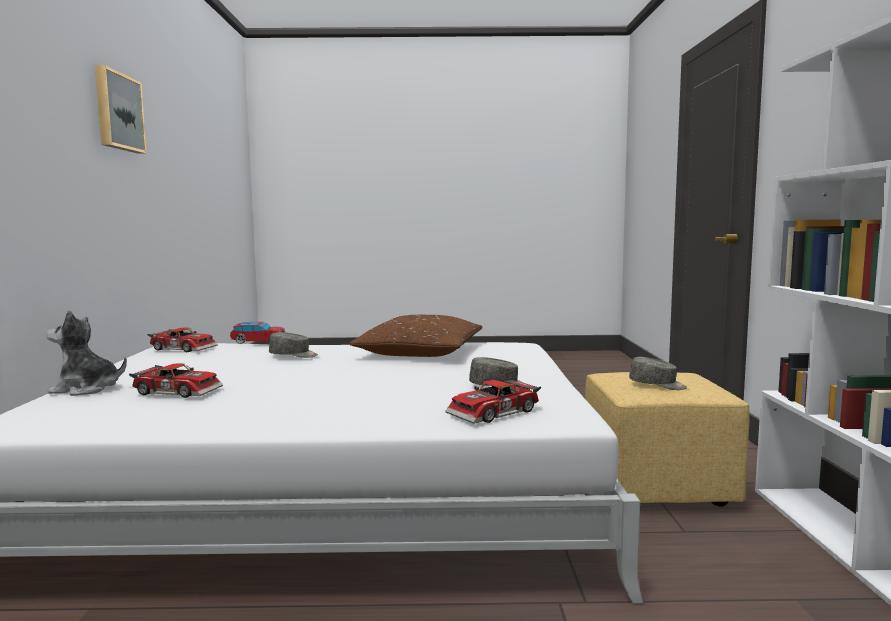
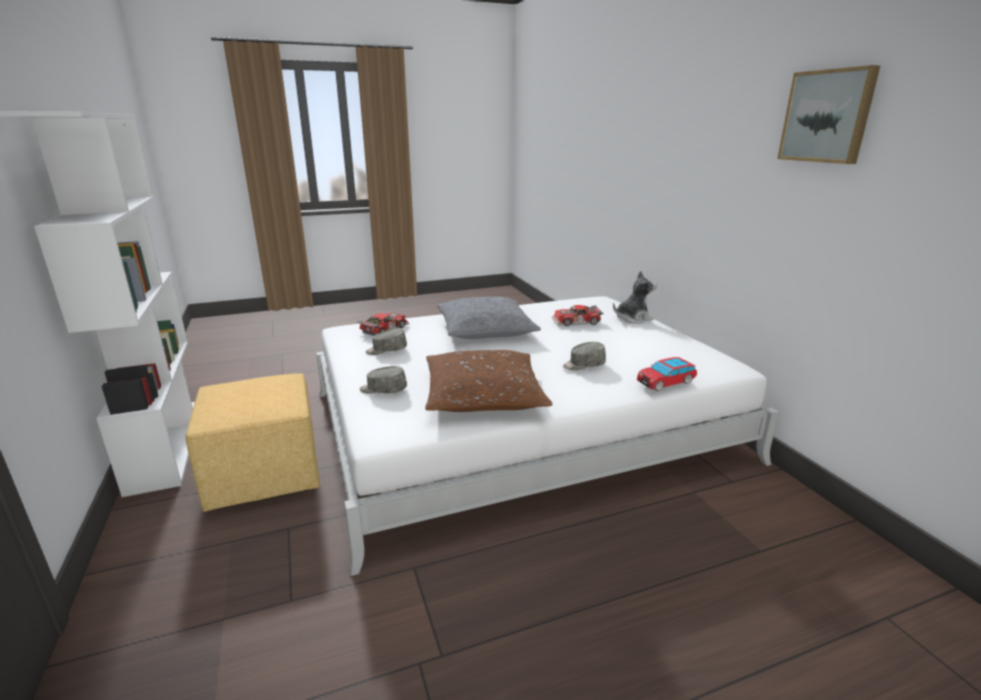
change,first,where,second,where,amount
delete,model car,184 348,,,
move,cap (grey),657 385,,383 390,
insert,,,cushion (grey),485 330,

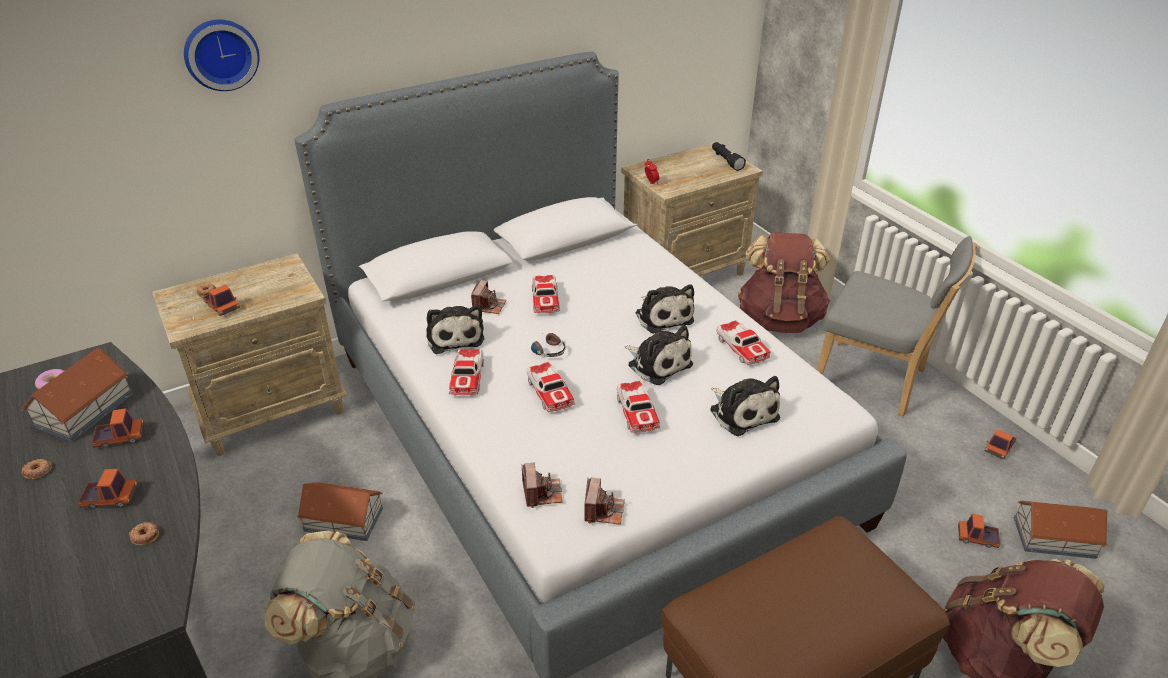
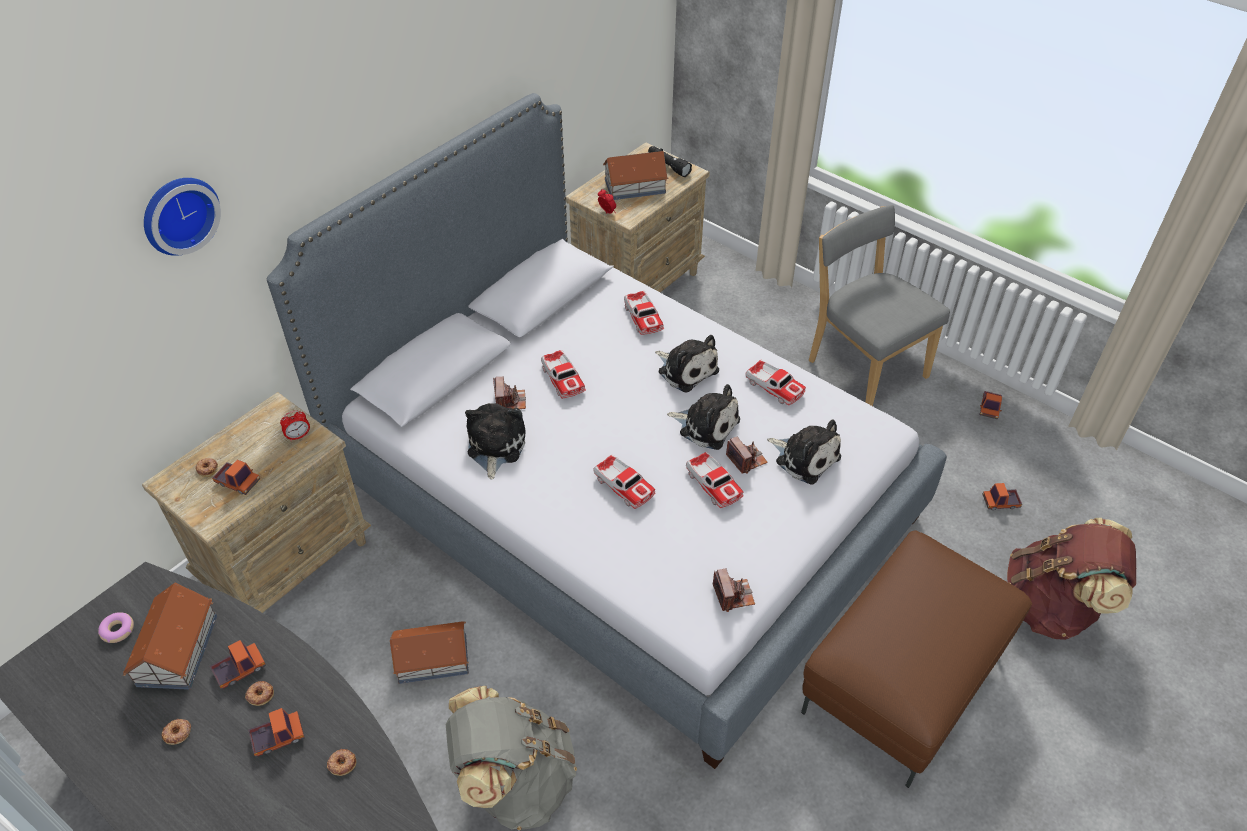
change,first,where,second,where,amount
delete,rucksack (brownish),779 319,,,
rotate,plain chair (grey),875 381,,863 366,135 degrees counterclockwise
rotate,soft toy,454 336,,495 446,135 degrees counterclockwise
delete,headset,545 349,,,
move,model car,467 377,,643 317,
move,photo camera,542 493,,746 459,
move,toy house,1053 537,,634 186,
insert,,,alarm clock,298 436,
insert,,,doughnut,260 694,

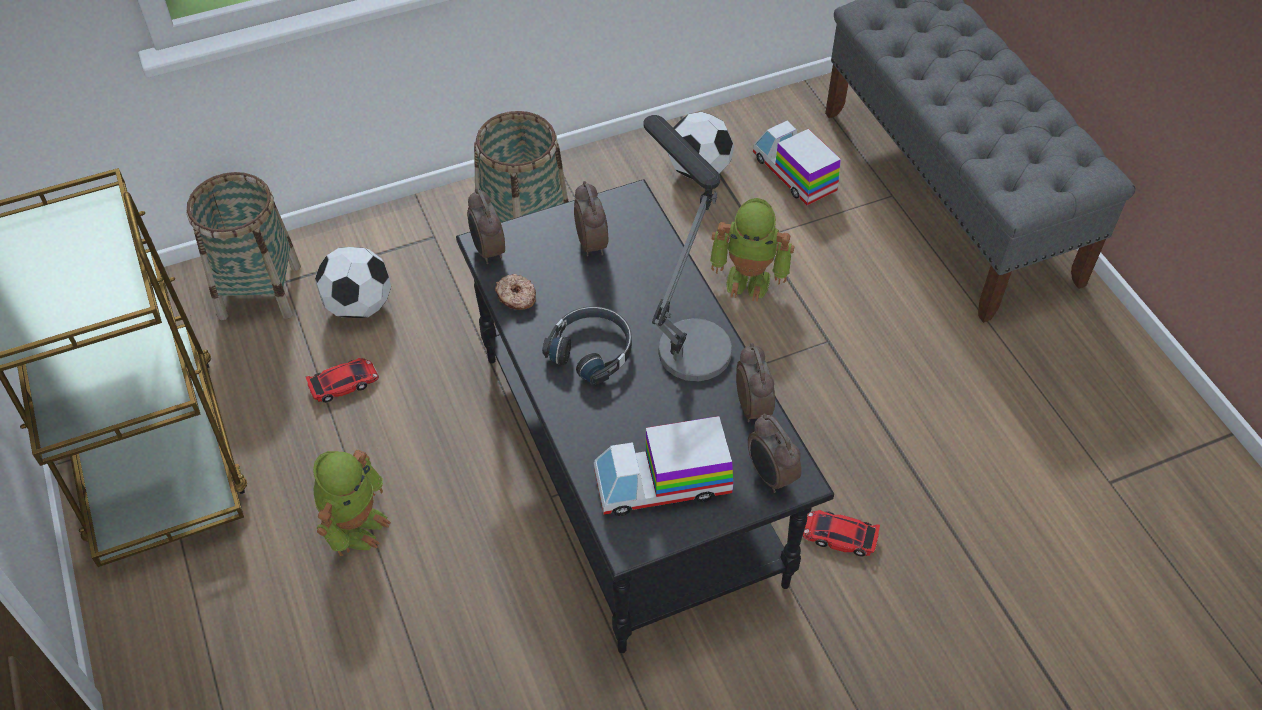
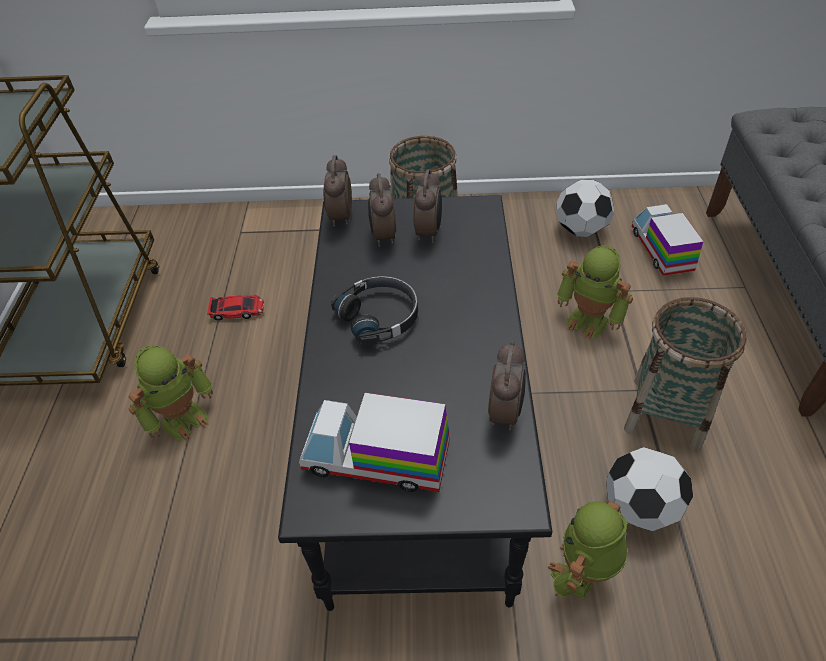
change,first,where,second,where,amount
delete,lamp for a table,685 335,,,
move,storage basket,260 291,,666 414,
move,ball for football,359 306,,640 508,
delete,doughnut,516 297,,,
move,alarm clock,770 476,,383 236,
replace,model car,839 536,toy robot,583 573,

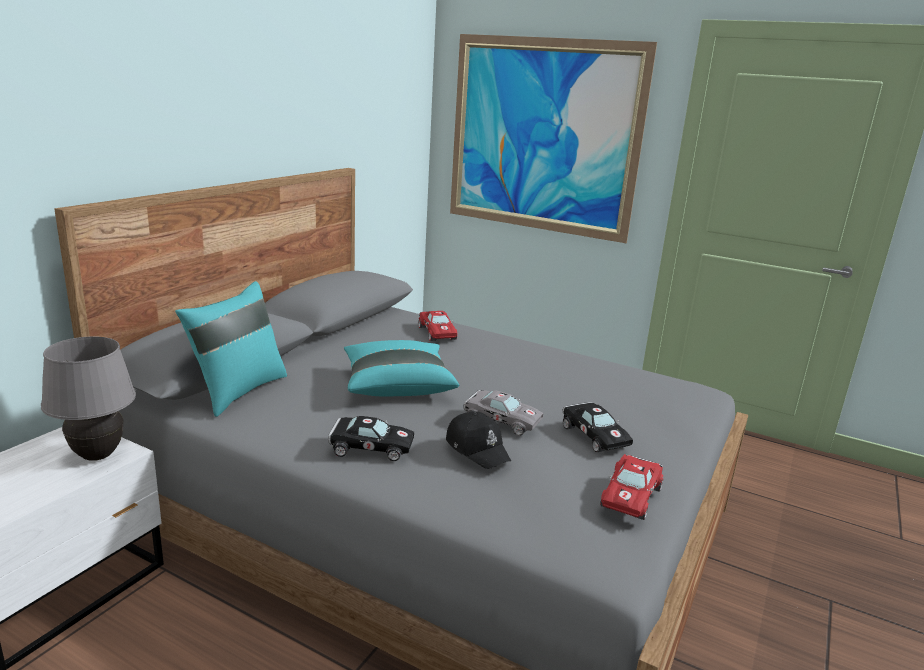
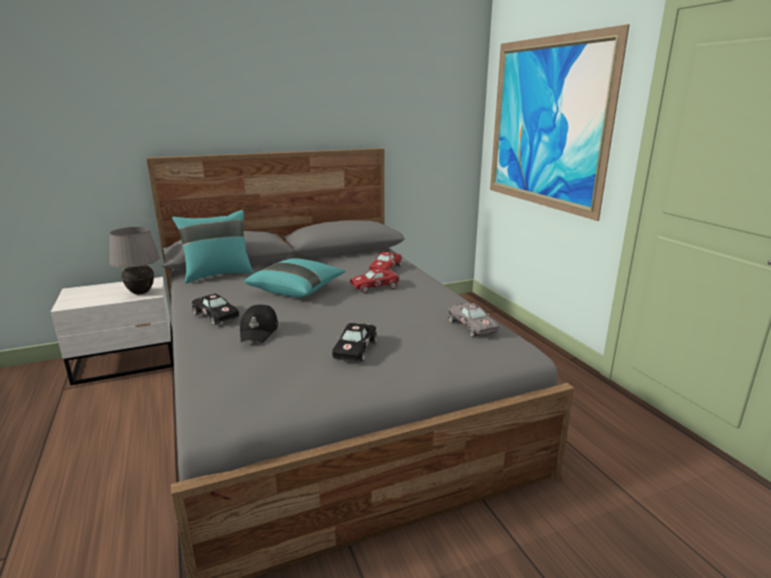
change,first,where,second,where,amount
move,model car (grey),499 421,,471 326,
move,model car (red-coloured),630 495,,376 286,

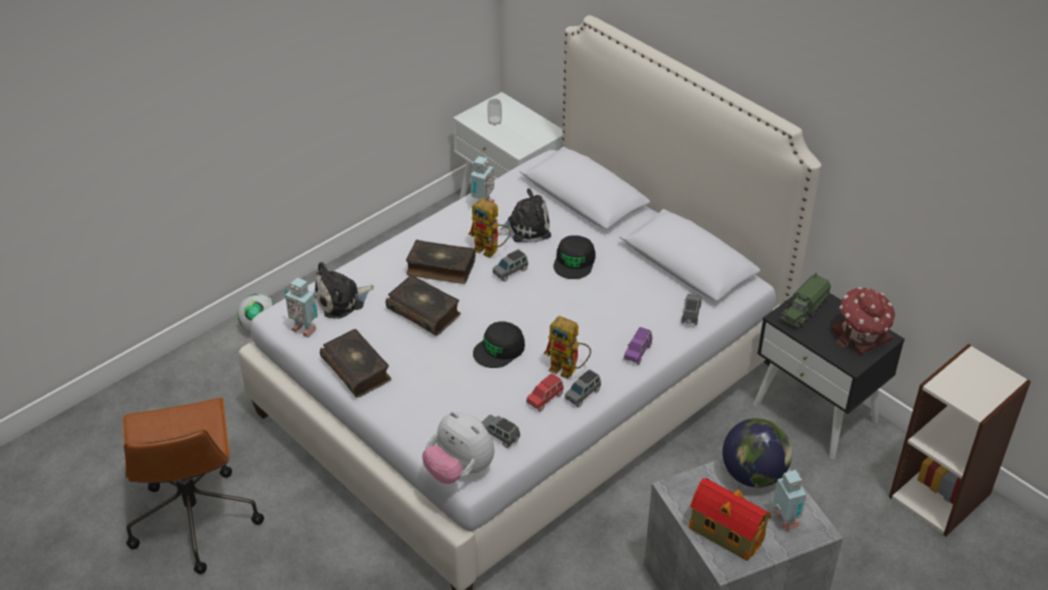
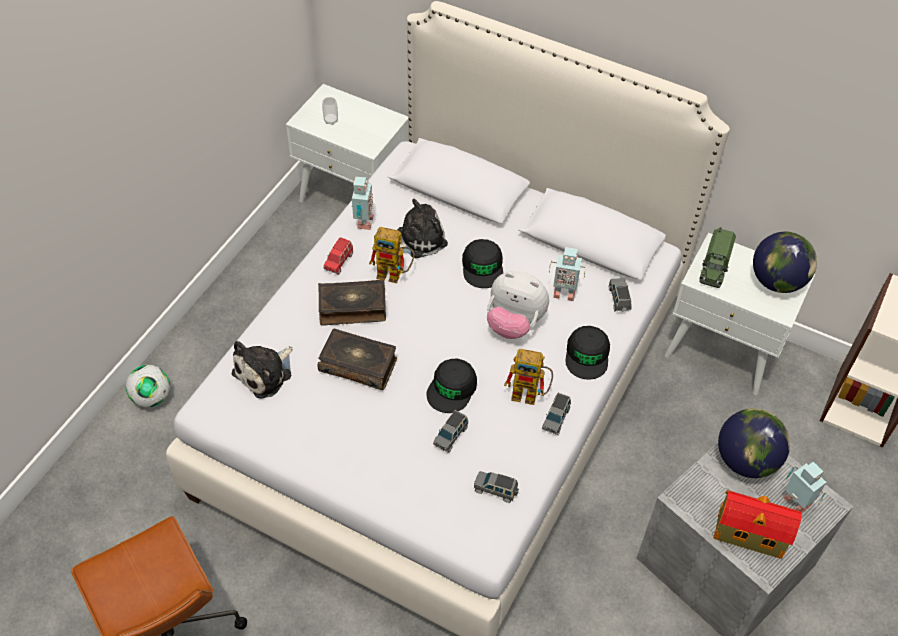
change,first,where,second,where,amount
move,model car (grey),510 272,,451 436,
move,toy robot,304 328,,563 292,
replace,toy house,861 337,desk globe,777 281,
recolor,night table (blackish),816 412,night table (white-coloured),723 350,
replace,model car (purple),638 352,cap (blackish),587 355,
delete,book,357 369,,,
move,model car (red-coloured),545 398,,339 261,
move,soft toy,459 470,,514 323,

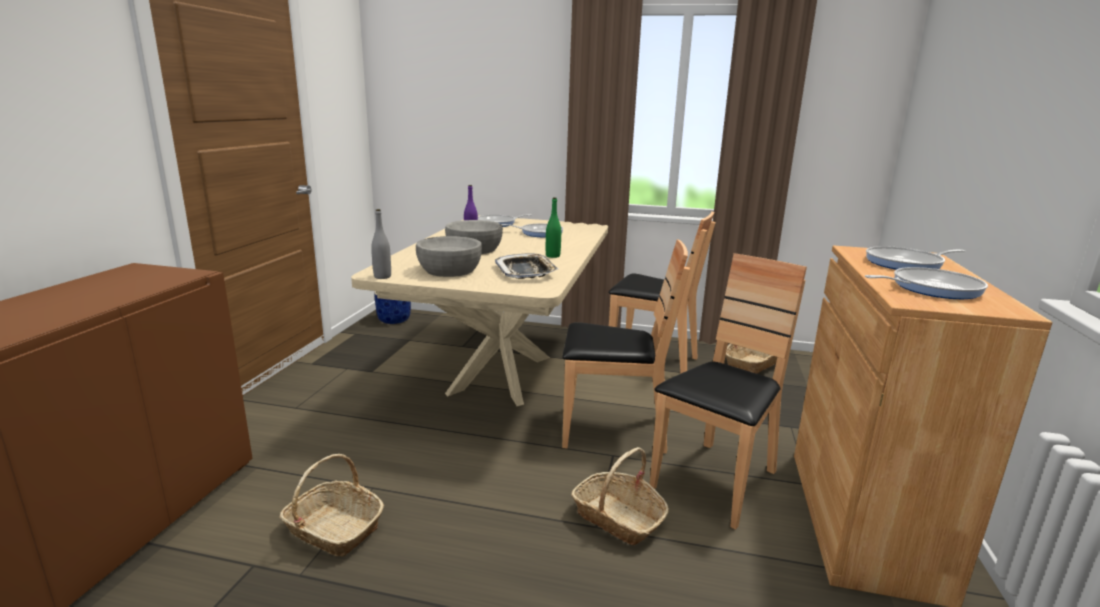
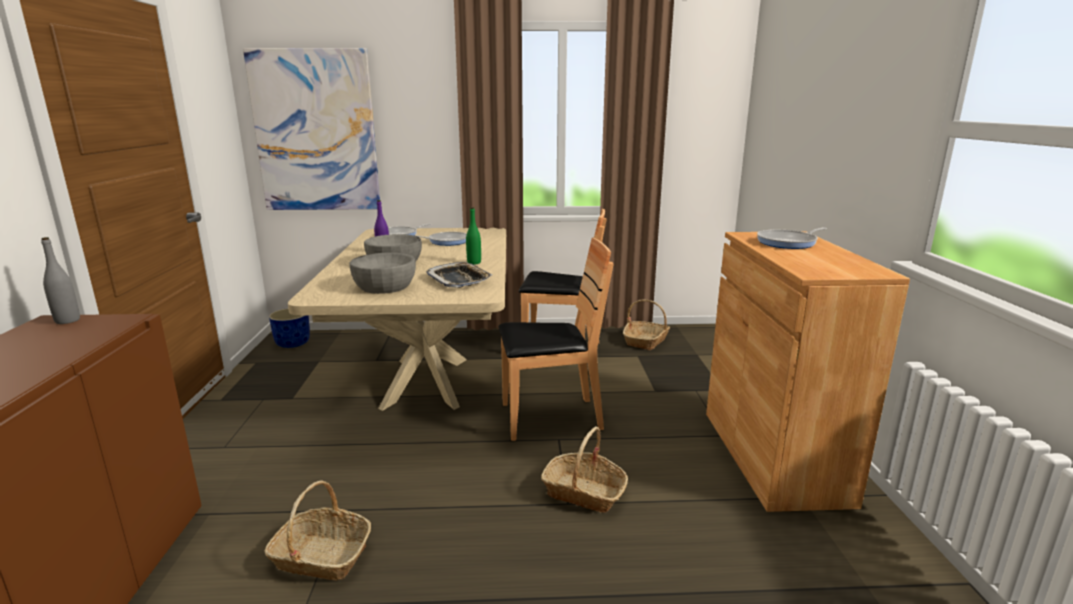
change,first,where,second,where,amount
move,drink bottle (grey),382 277,,67 320,
delete,plain chair (brownish),715 482,,,
delete,pan,931 288,,,
insert,,,picture,316 131,

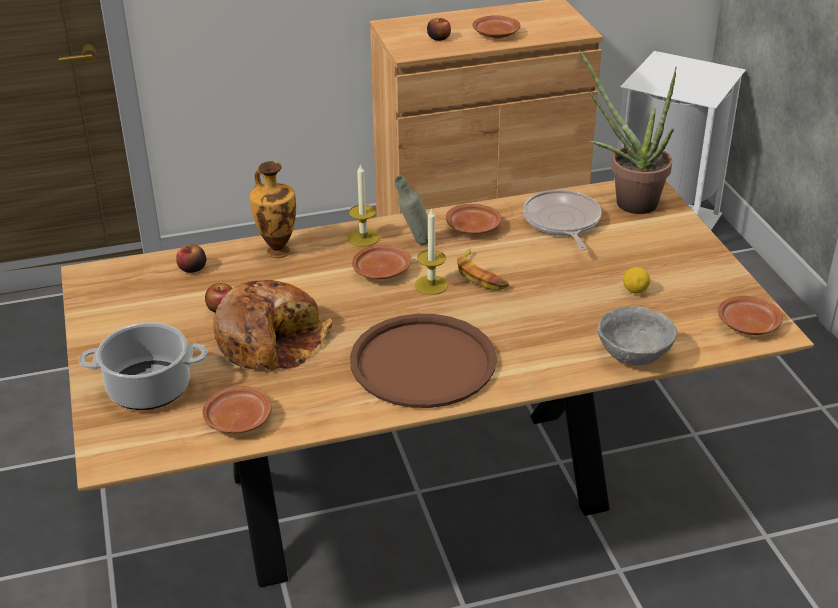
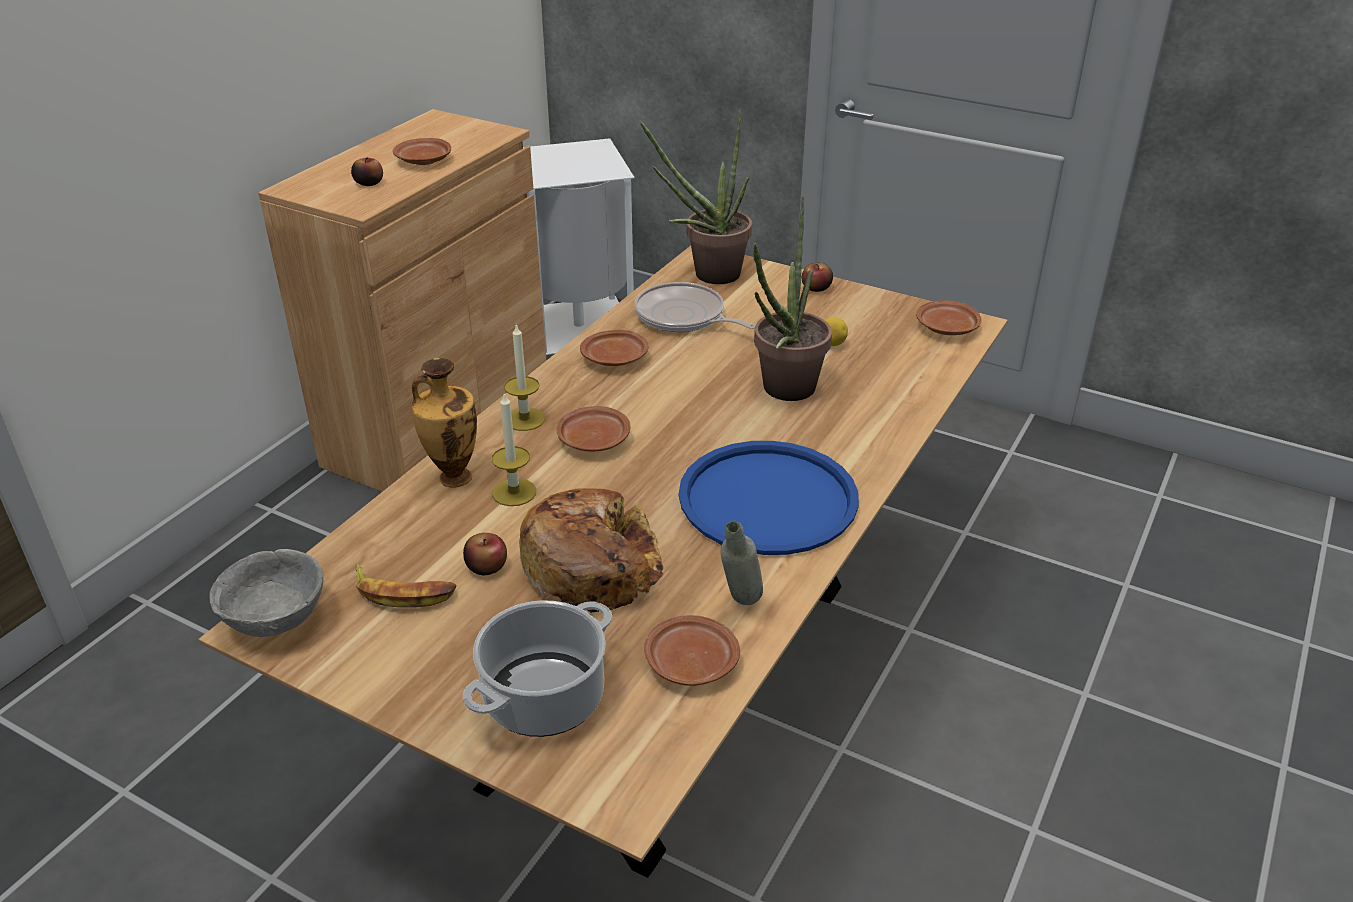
change,first,where,second,where,amount
move,drink bottle (grey),415 243,,740 607,
move,wax light,431 285,,514 492,
move,apple,192 268,,816 288,
move,banana,481 275,,403 592,
move,bowl (grey),634 357,,277 621,
recolor,carrying tray (brownish),422 362,carrying tray (blue),767 499,
insert,,,plant in a pot,783 393,

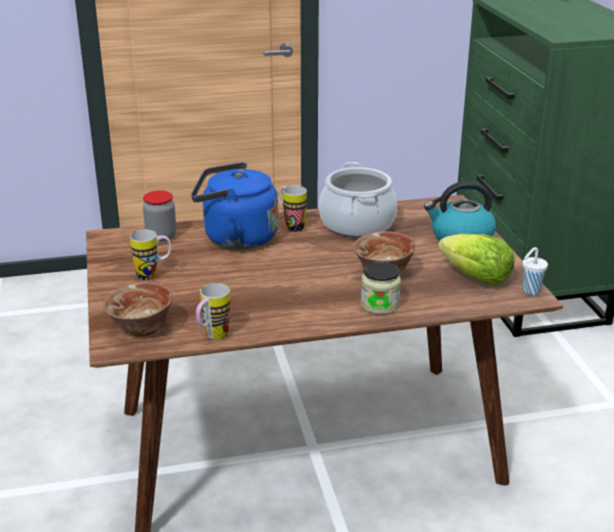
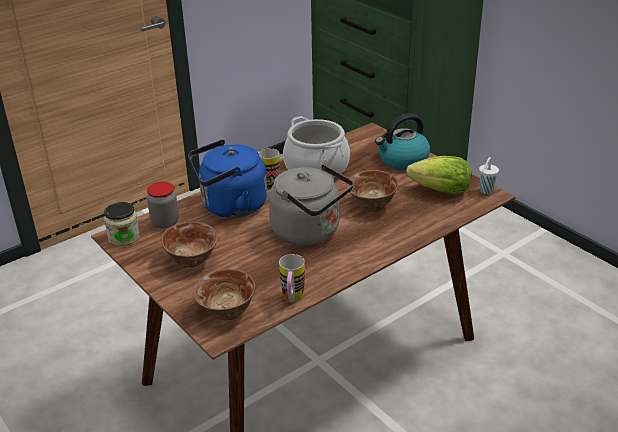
change,first,where,second,where,amount
replace,tea mug,153 275,bowl,192 260,
move,storage jar,380 305,,124 237,
insert,,,water kettle (grey),310 232,

